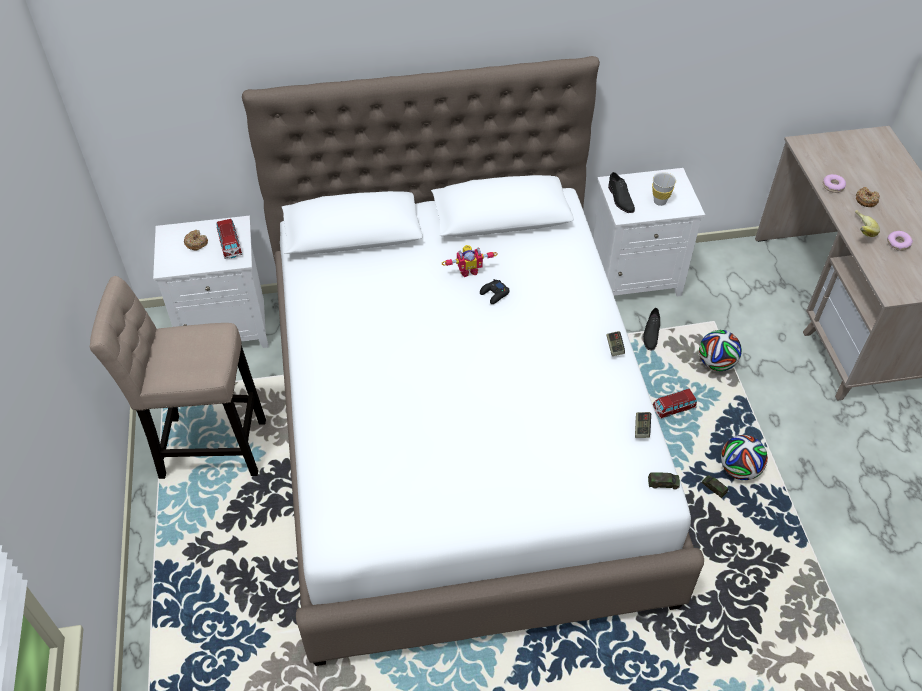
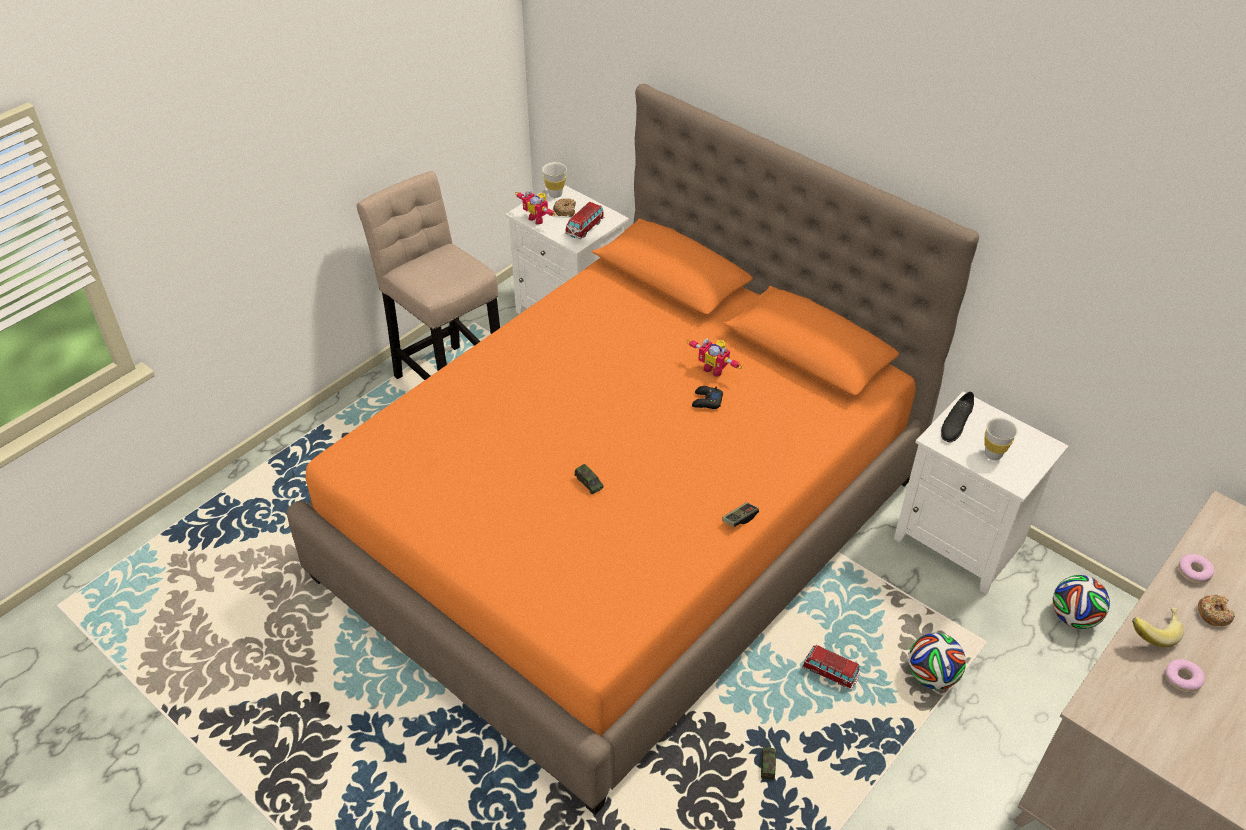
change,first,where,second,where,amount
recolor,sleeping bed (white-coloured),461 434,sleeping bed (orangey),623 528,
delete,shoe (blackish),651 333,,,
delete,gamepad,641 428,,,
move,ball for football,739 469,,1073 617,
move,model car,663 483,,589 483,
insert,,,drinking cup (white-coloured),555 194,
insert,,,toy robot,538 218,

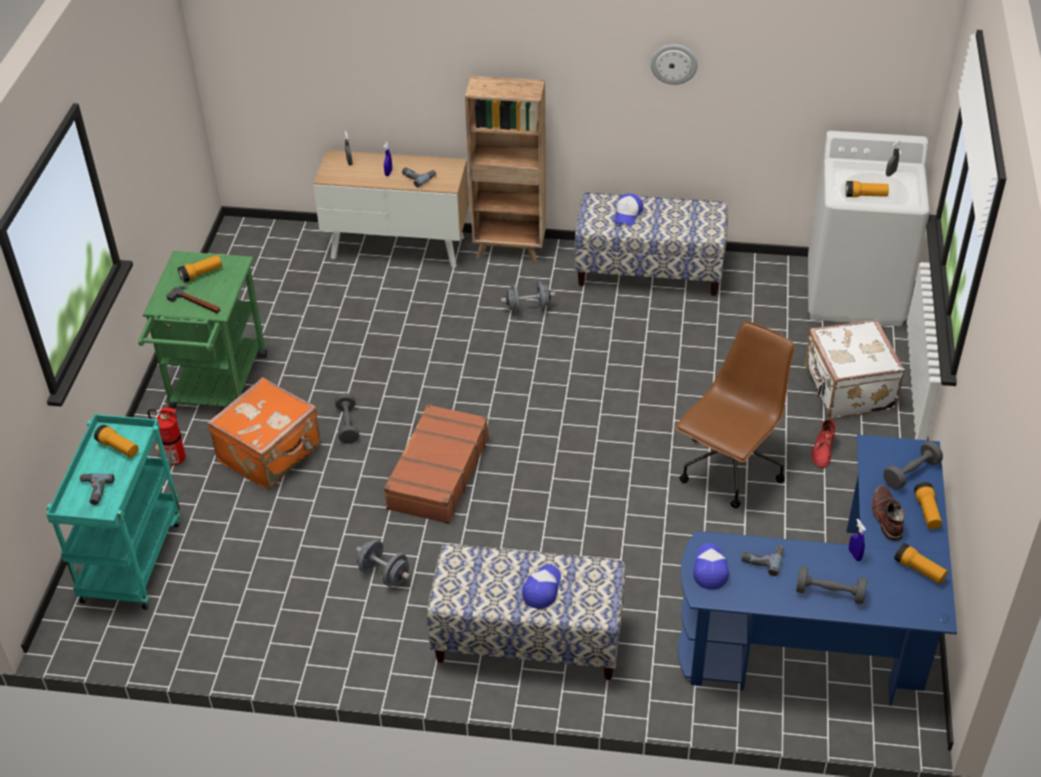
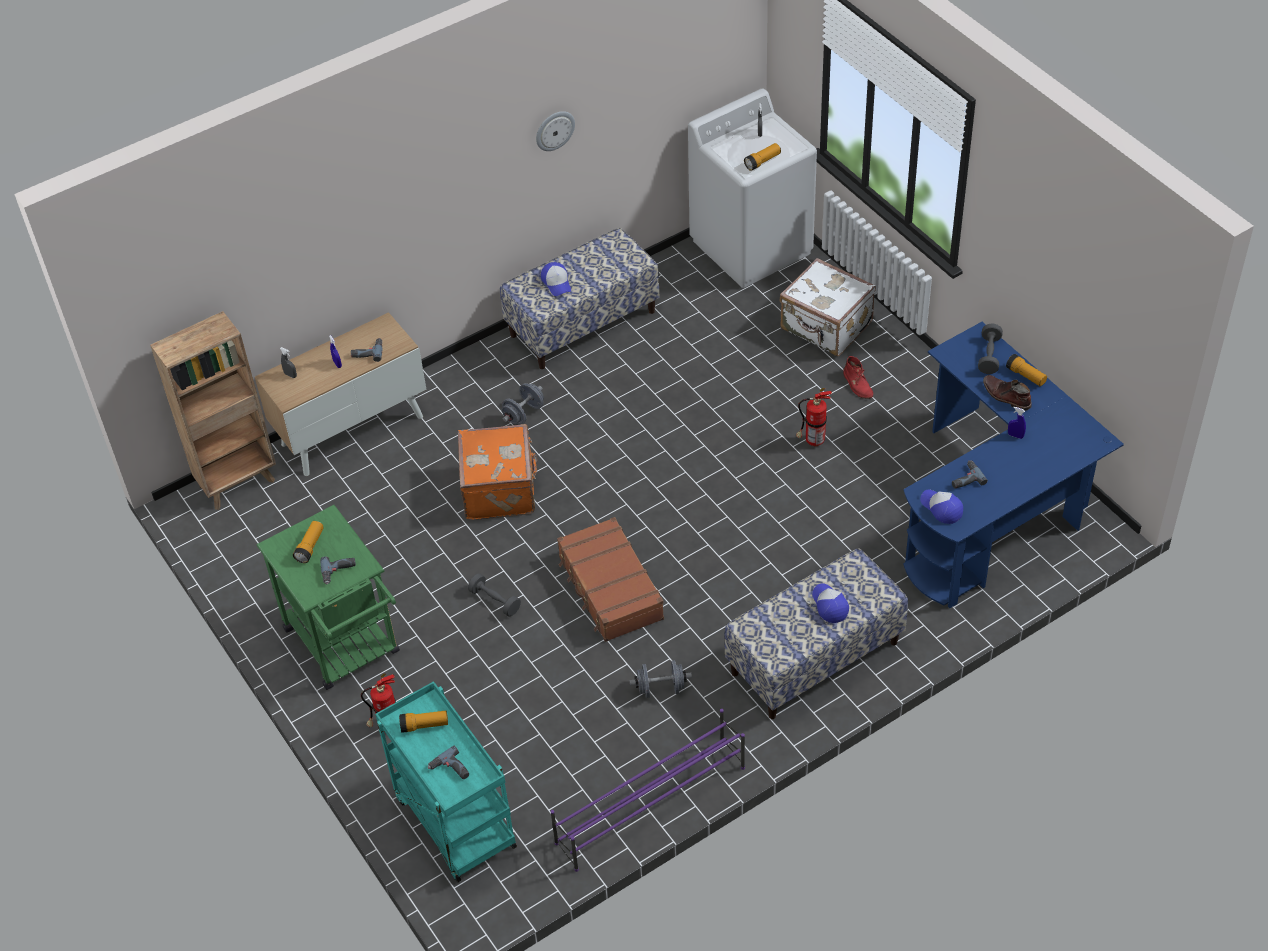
change,first,where,second,where,amount
move,bookcase (brownish),510 250,,239 483,
replace,hammer,196 302,power drill,339 572,
replace,computer chair (brownish),729 470,fire extinguisher,812 441,
move,travel case (orangey),271 454,,500 489,
delete,flashlight,919 570,,,
delete,hand weight (grey),829 593,,,
insert,,,shoe stand (purple),649 805,

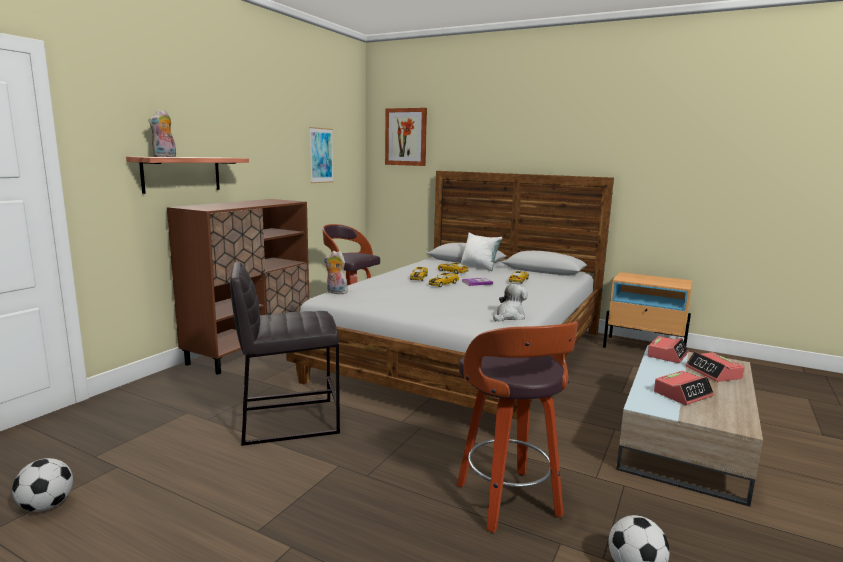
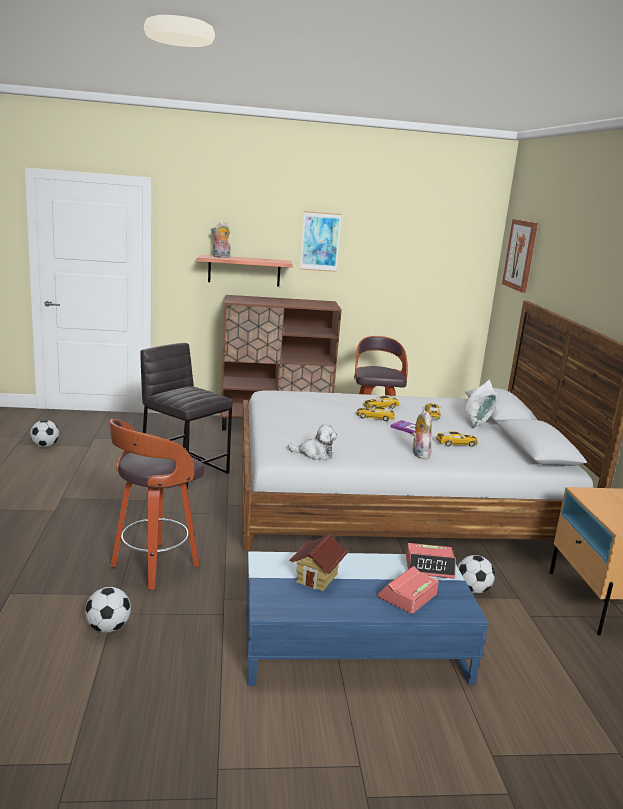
change,first,where,second,where,amount
move,picture,321 155,,320 241,
move,soft toy,335 292,,419 454,
recolor,coffee table (beige),685 438,coffee table (blue),353 644,
replace,alarm clock,683 394,toy house,317 578,
insert,,,ball for football,472 590,

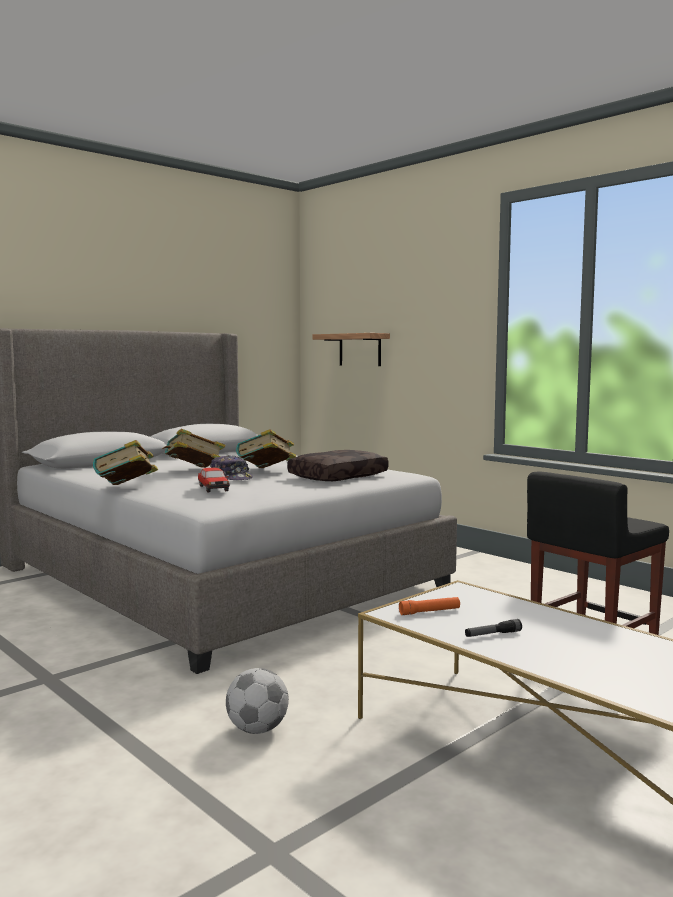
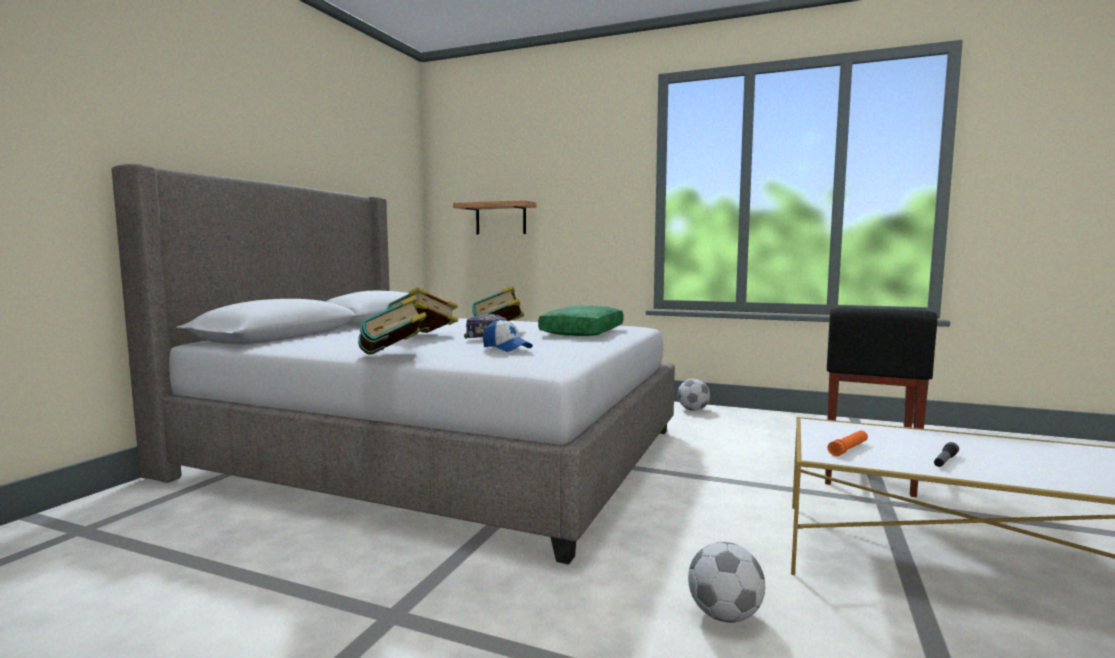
change,first,where,second,where,amount
recolor,cushion (brownish),337 476,cushion (green-coloured),581 332,
replace,model car,213 488,cap,506 348,
insert,,,ball for football,693 410,

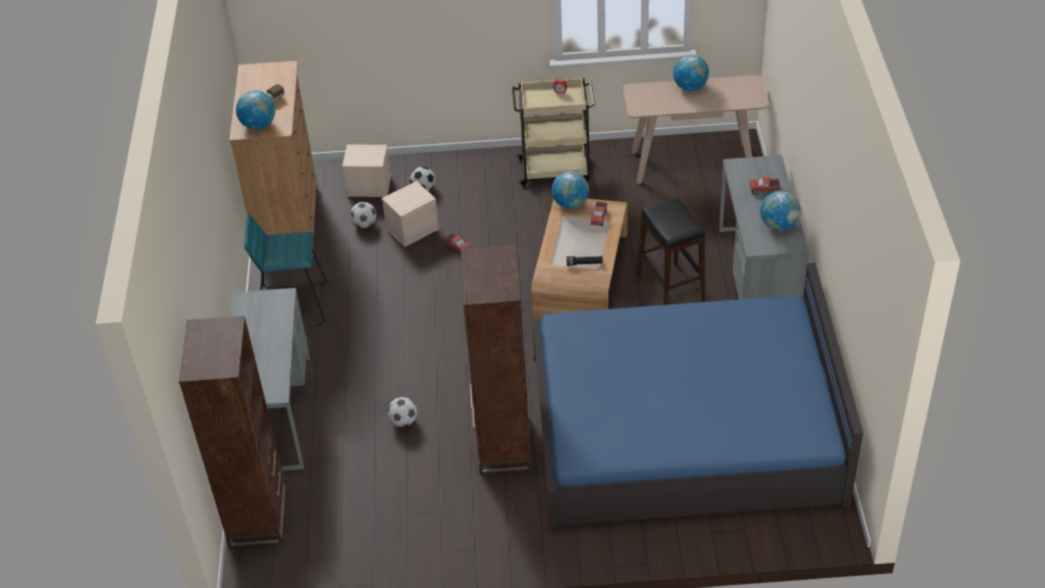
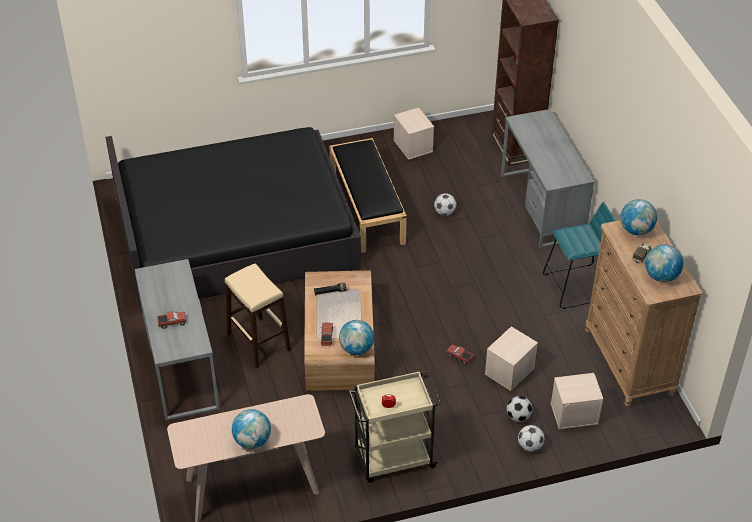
change,first,where,second,where,amount
move,desk globe,779 225,,661 276,
recolor,stool (blackish),670 288,stool (beige),259 342,
move,ball for football,364 224,,530 446,
replace,bookcase (brownish),503 443,long seat (blackish),366 207,
recolor,sleeping bed (blue),685 429,sleeping bed (blackish),234 233,
insert,,,storage container (beige),412 146,

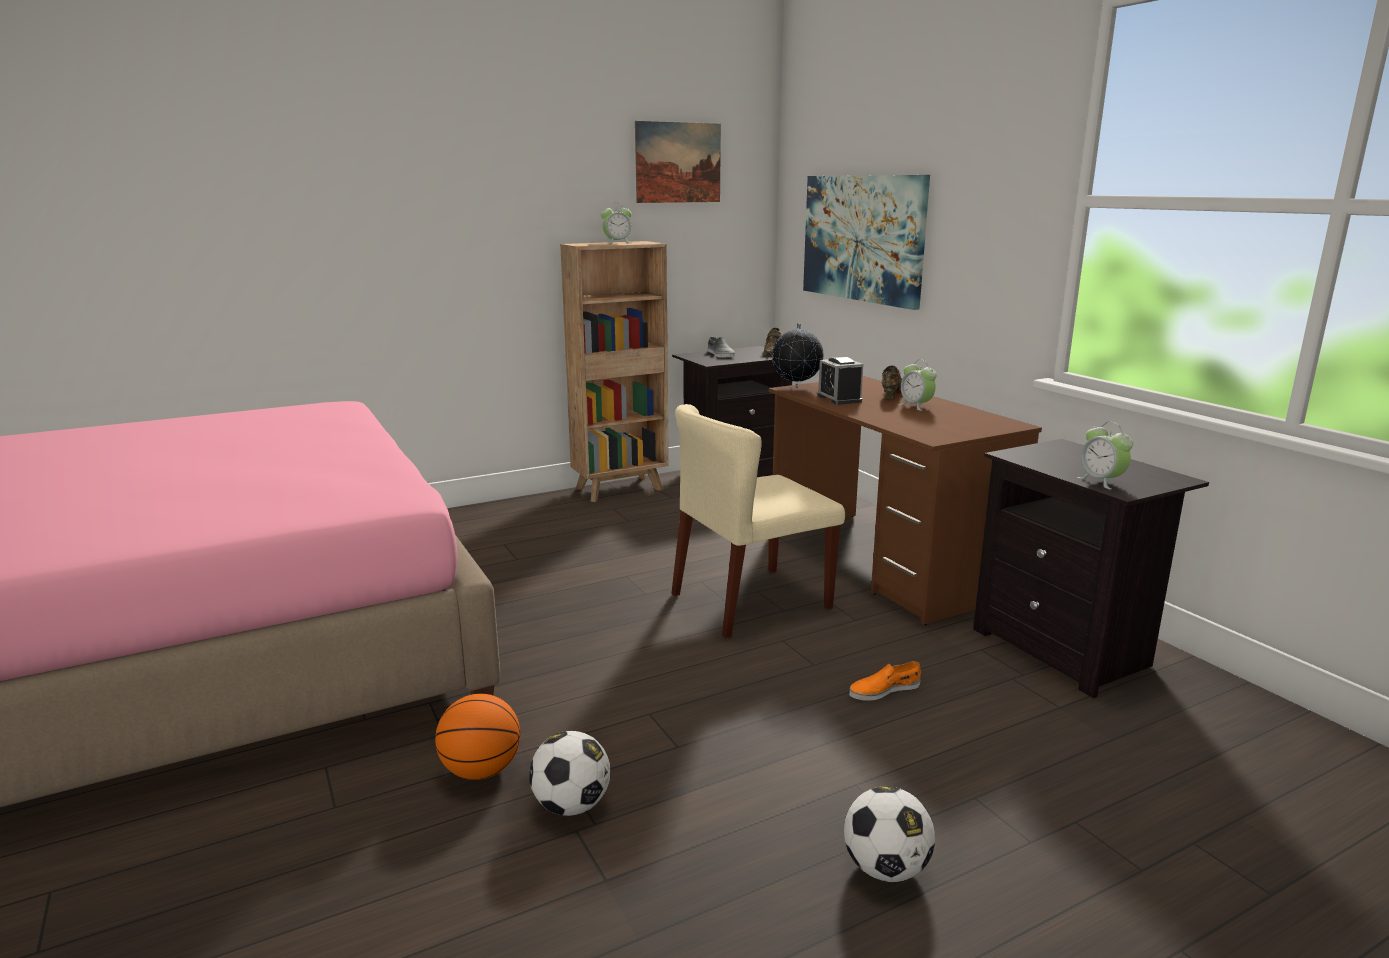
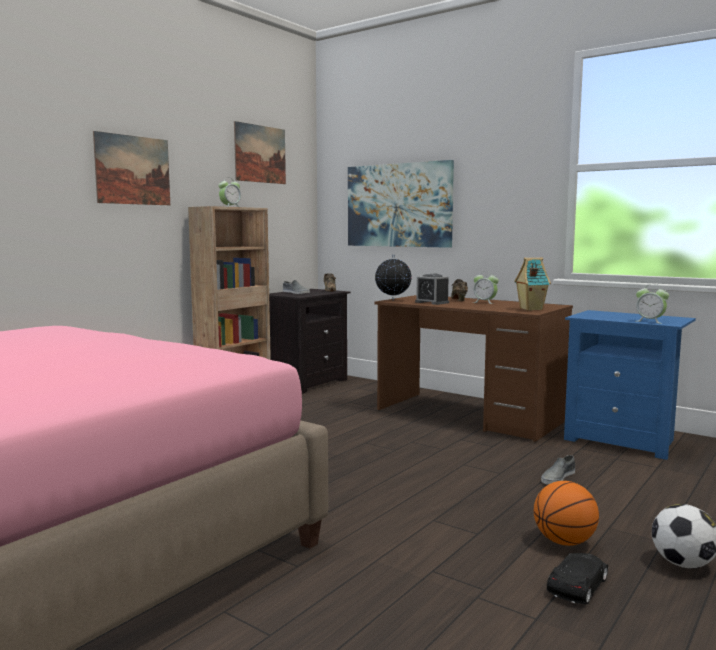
change,first,where,second,where,amount
delete,plain chair (beige),750 601,,,
recolor,night table (blackish),1065 649,night table (blue),623 440,
recolor,shoe (orangey),884 689,shoe (grey),557 477,
move,basketball,481 771,,564 542,
delete,ball for football,571 806,,,
insert,,,picture,133 170,
insert,,,toy house,530 309,
insert,,,model car (blackish),578 585,

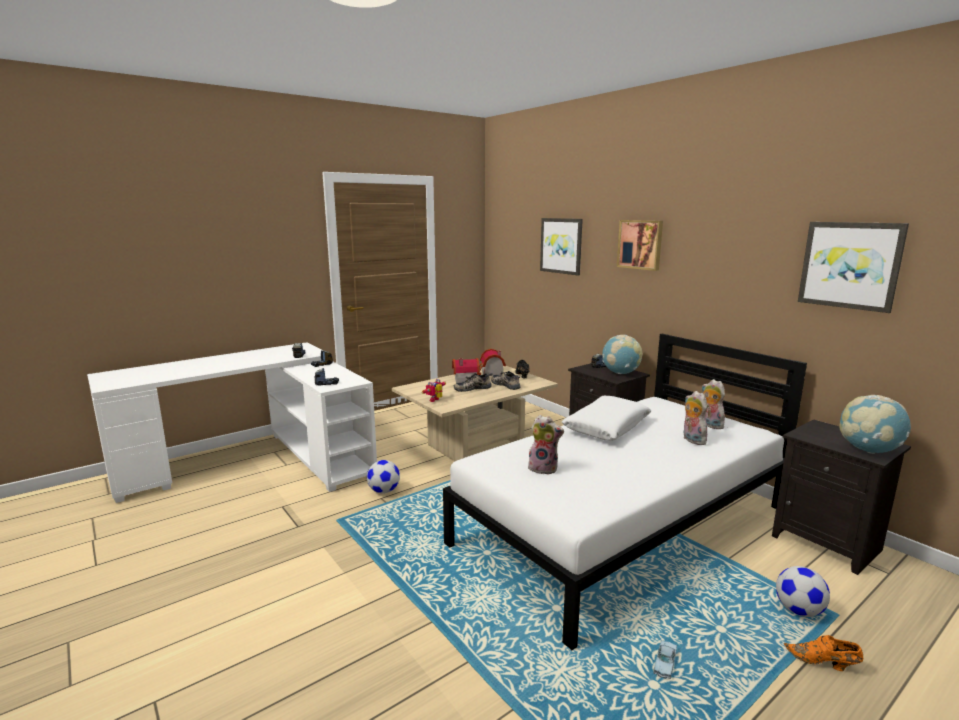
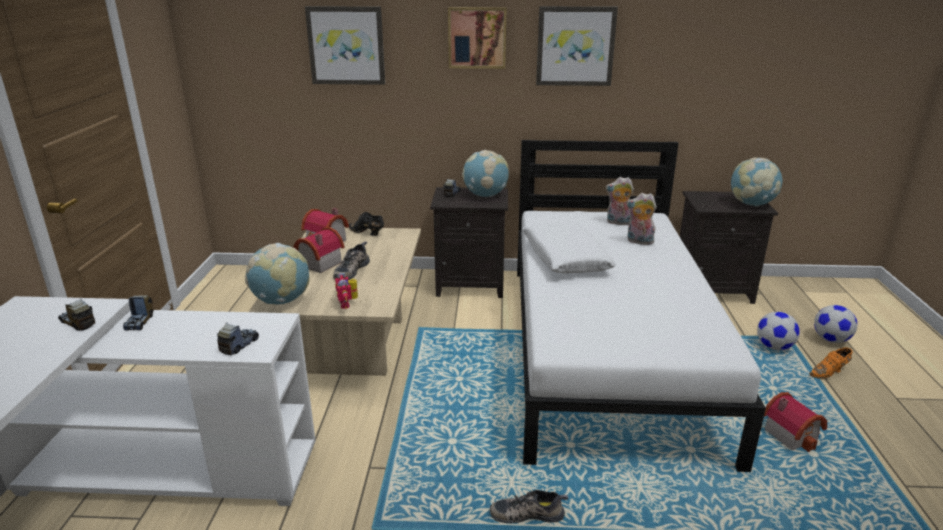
change,first,where,second,where,amount
move,picture,850 265,,575 46,
move,shoe,506 385,,527 513,
delete,soft toy,544 468,,,
move,ball for football,384 491,,831 340,
replace,model car (blue),665 663,toy house,791 434,
insert,,,desk globe,281 301,

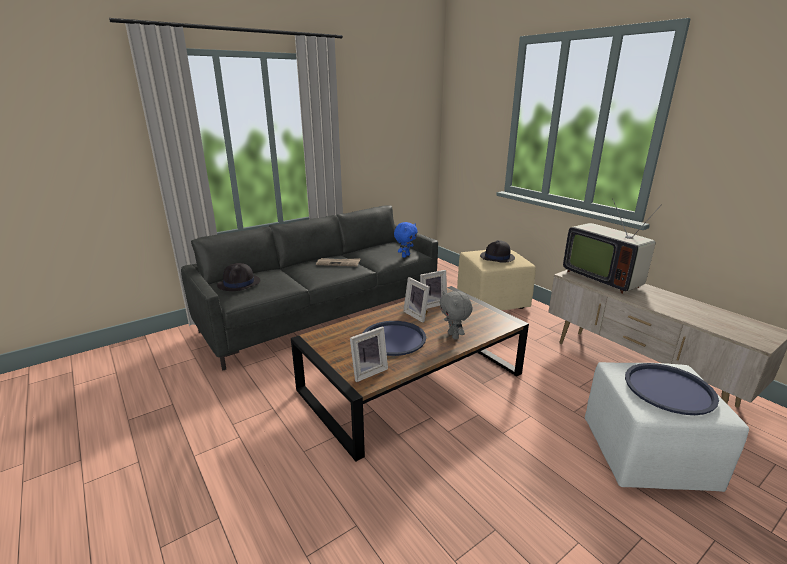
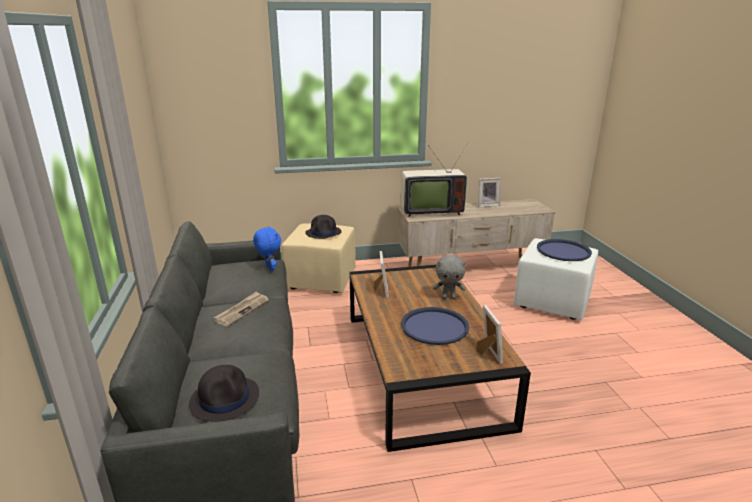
change,first,where,second,where,amount
move,photo frame,417 315,,487 205,

